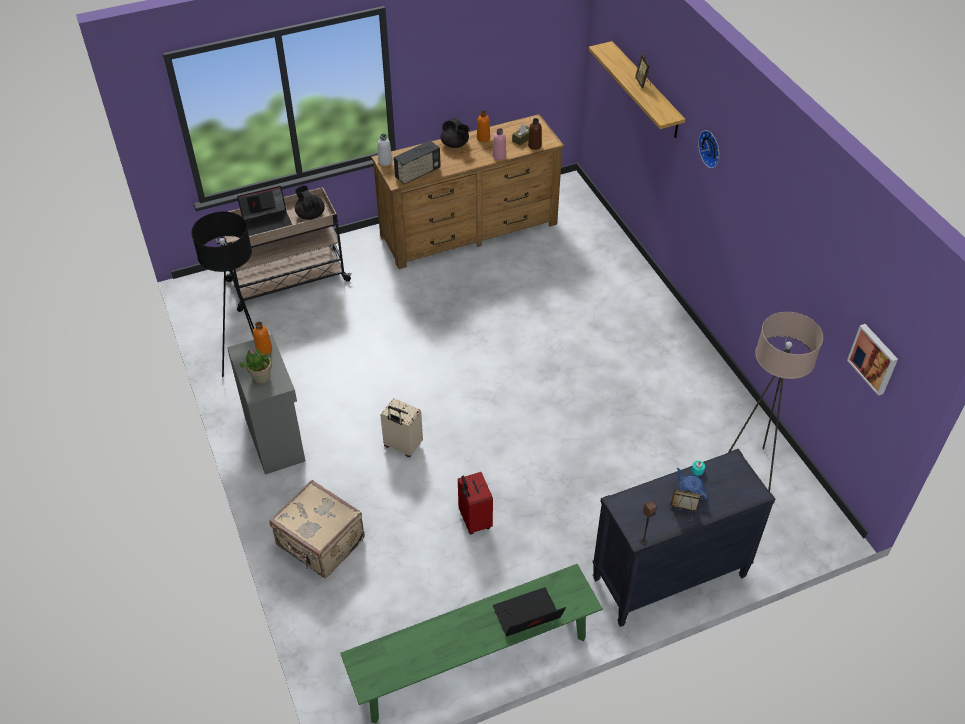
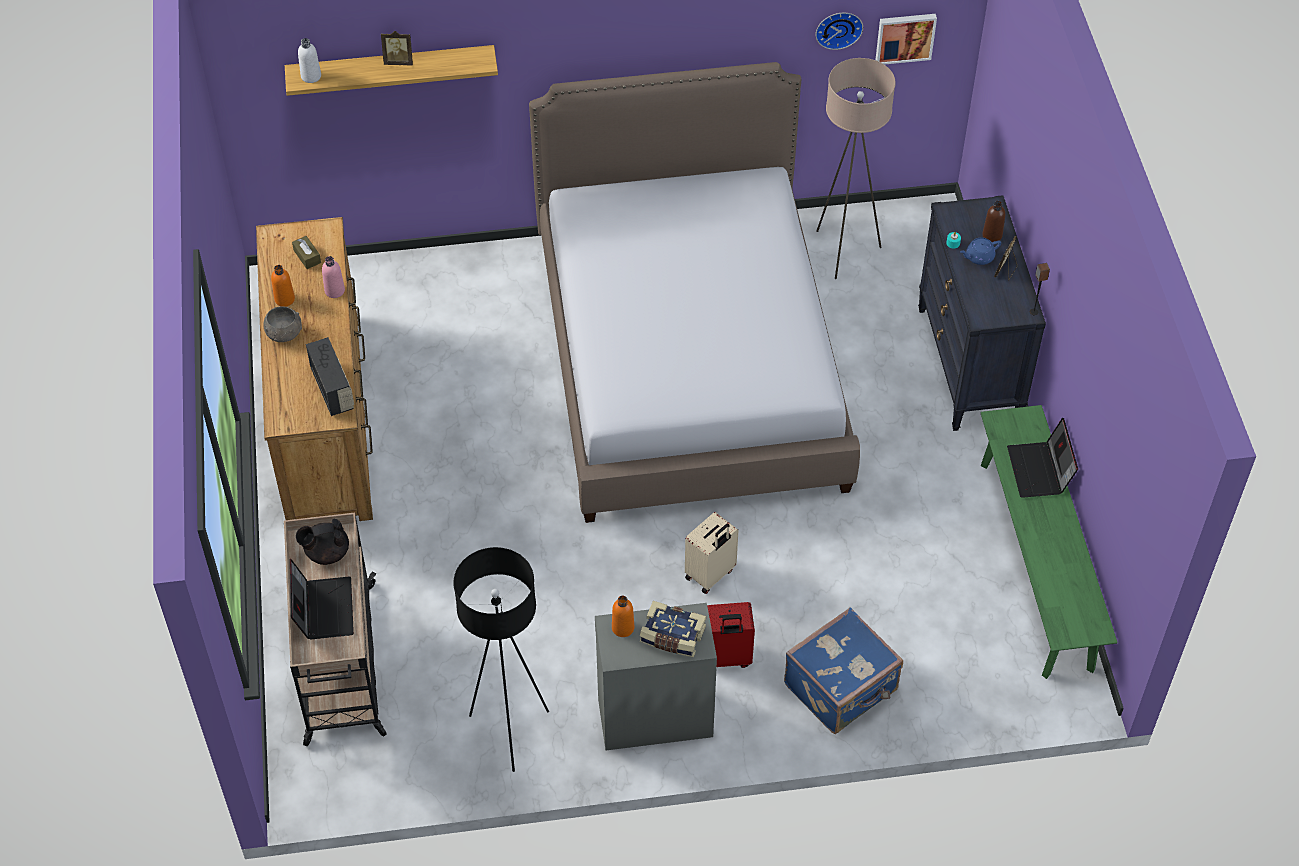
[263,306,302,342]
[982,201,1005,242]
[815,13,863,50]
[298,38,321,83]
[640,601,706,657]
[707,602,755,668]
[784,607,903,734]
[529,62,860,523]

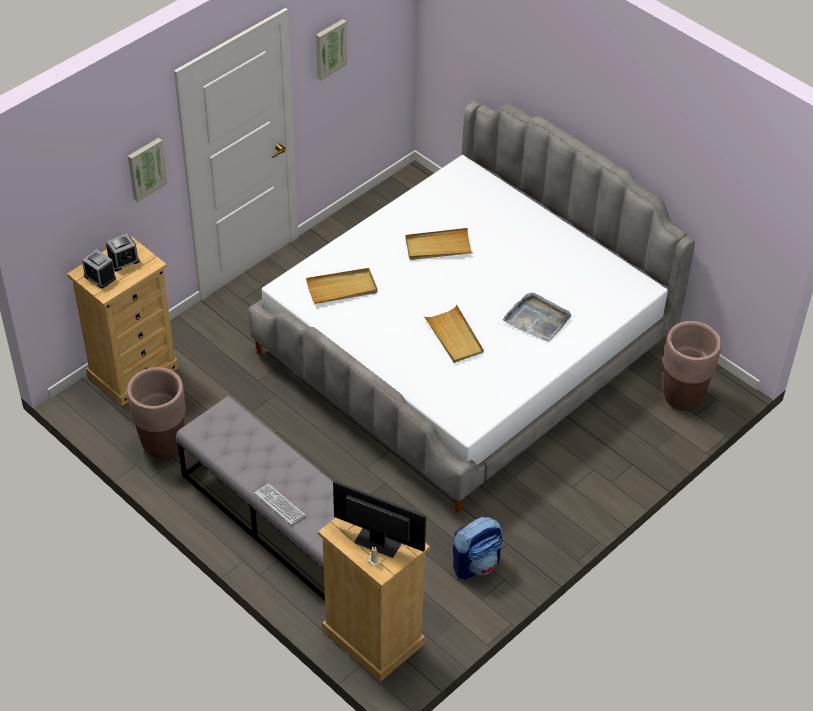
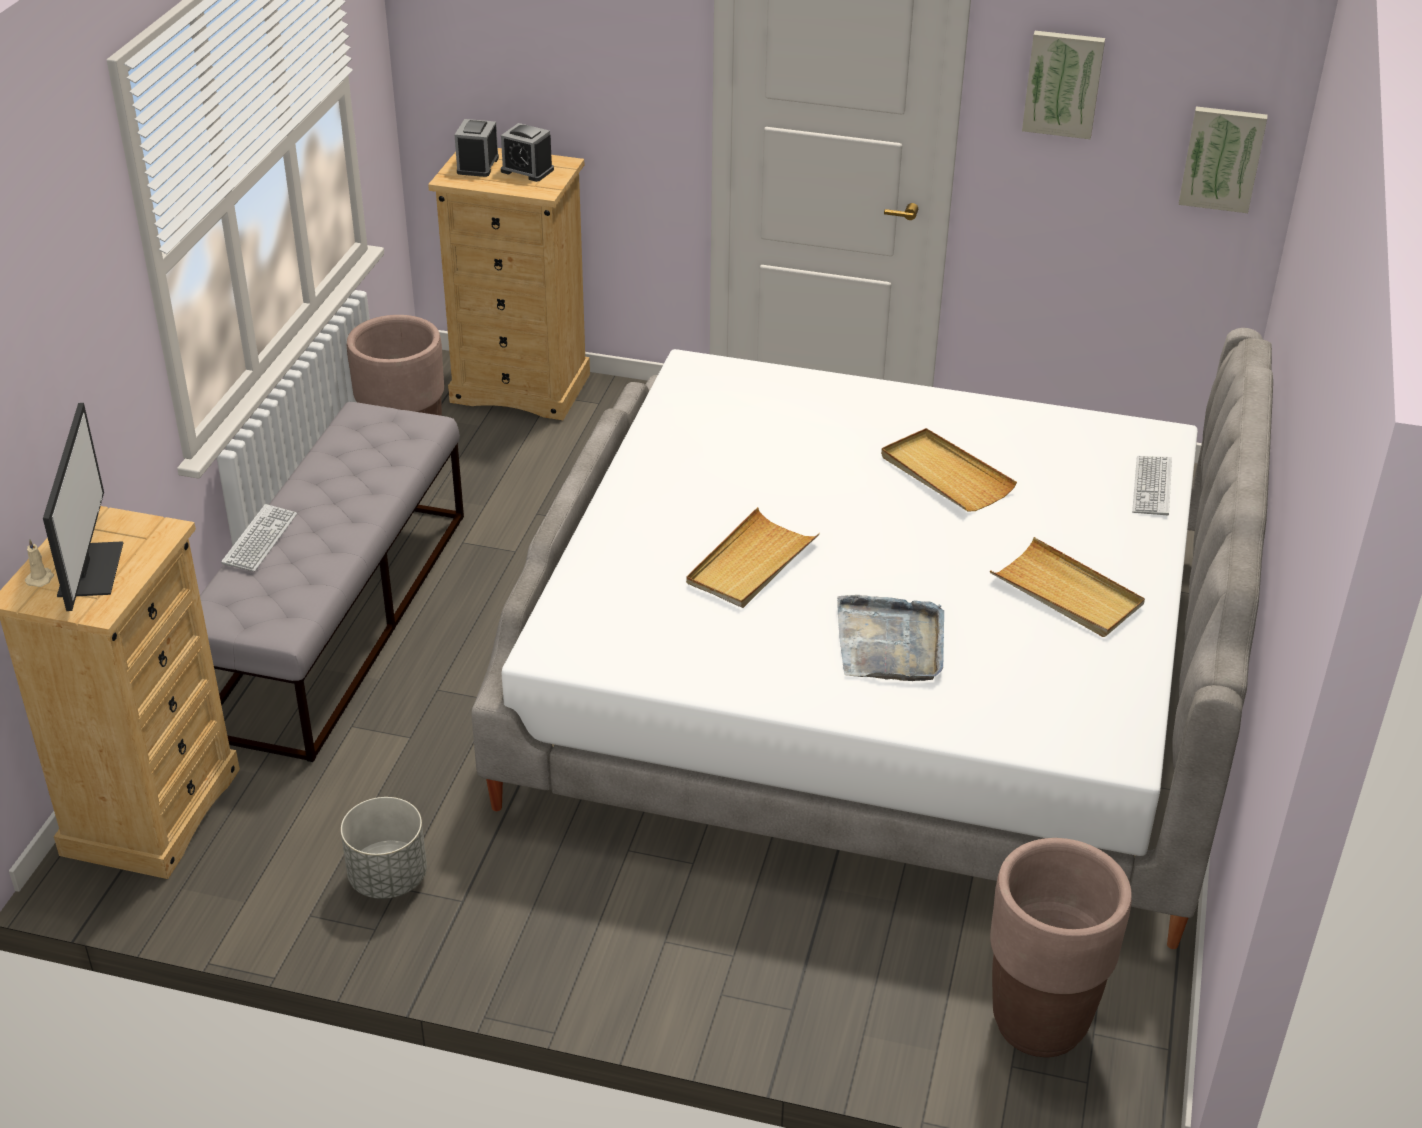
[1179,106,1268,213]
[990,537,1145,637]
[341,797,427,899]
[1132,456,1172,515]

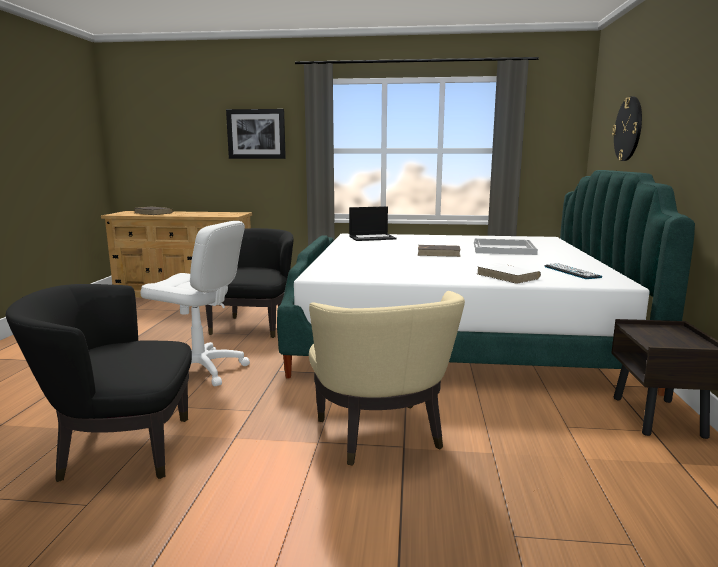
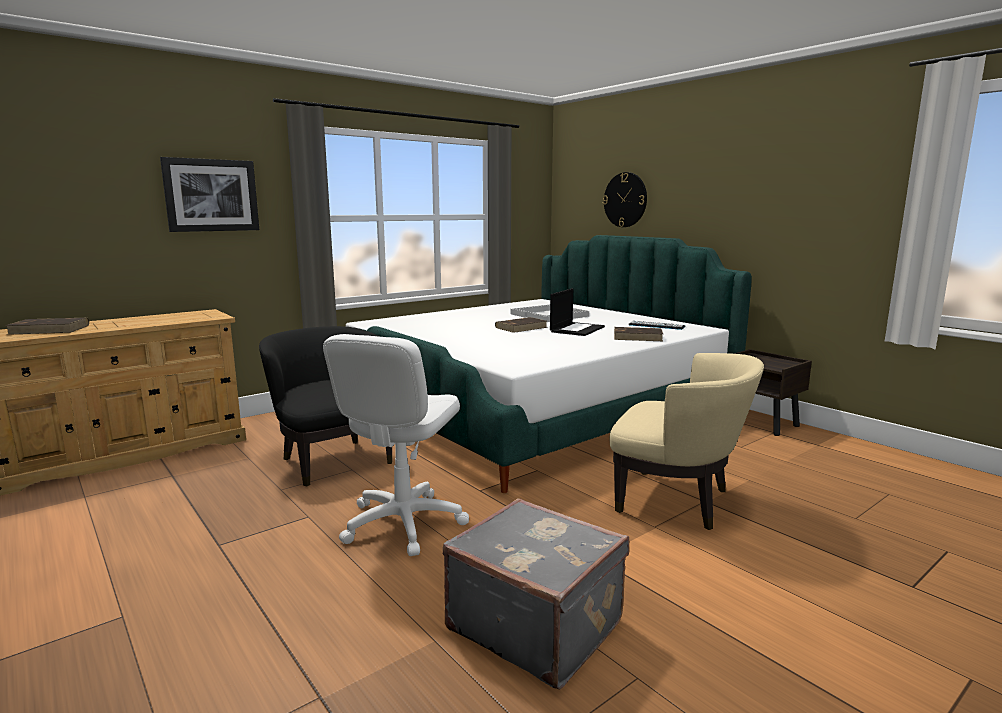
[550,288,605,336]
[323,334,469,556]
[614,327,663,341]
[443,498,629,689]

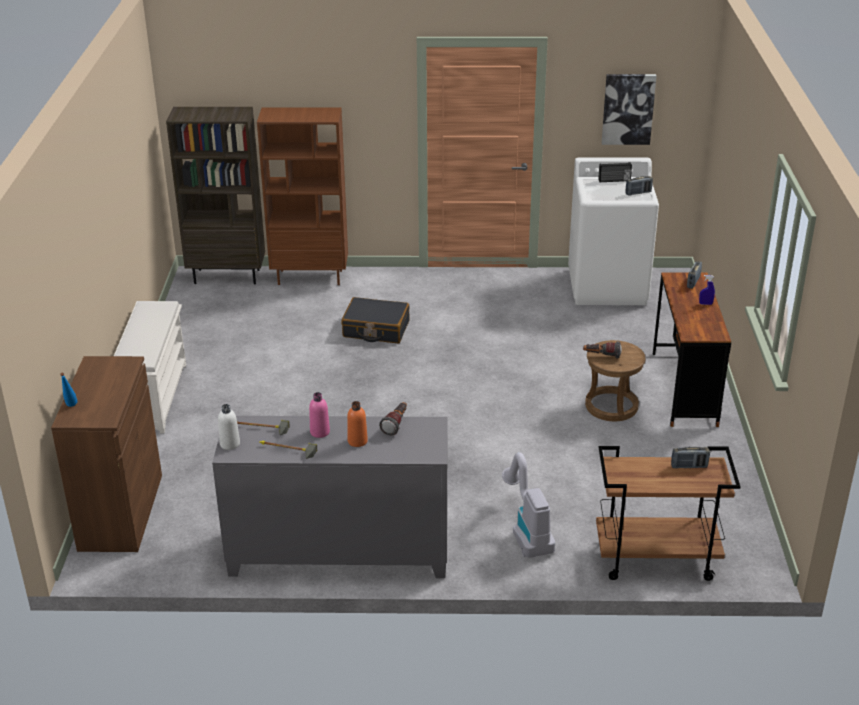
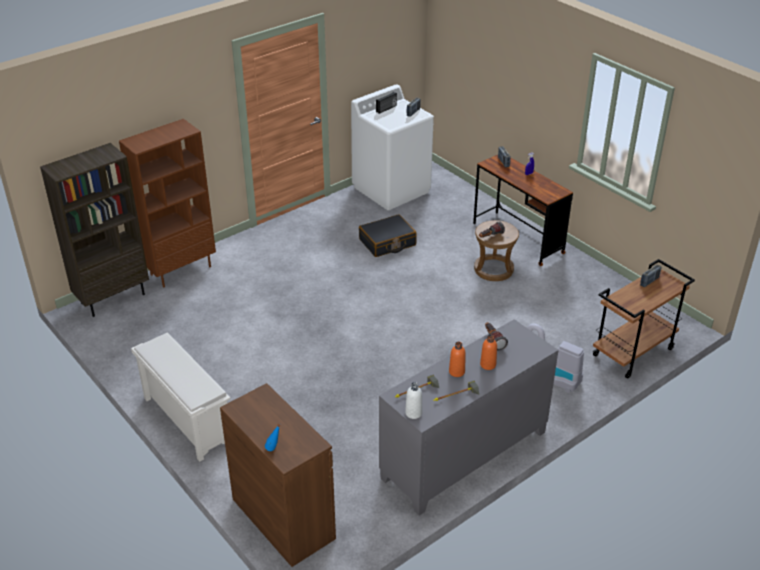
[602,74,656,145] (first image)
[359,214,417,257]
[449,342,466,377]

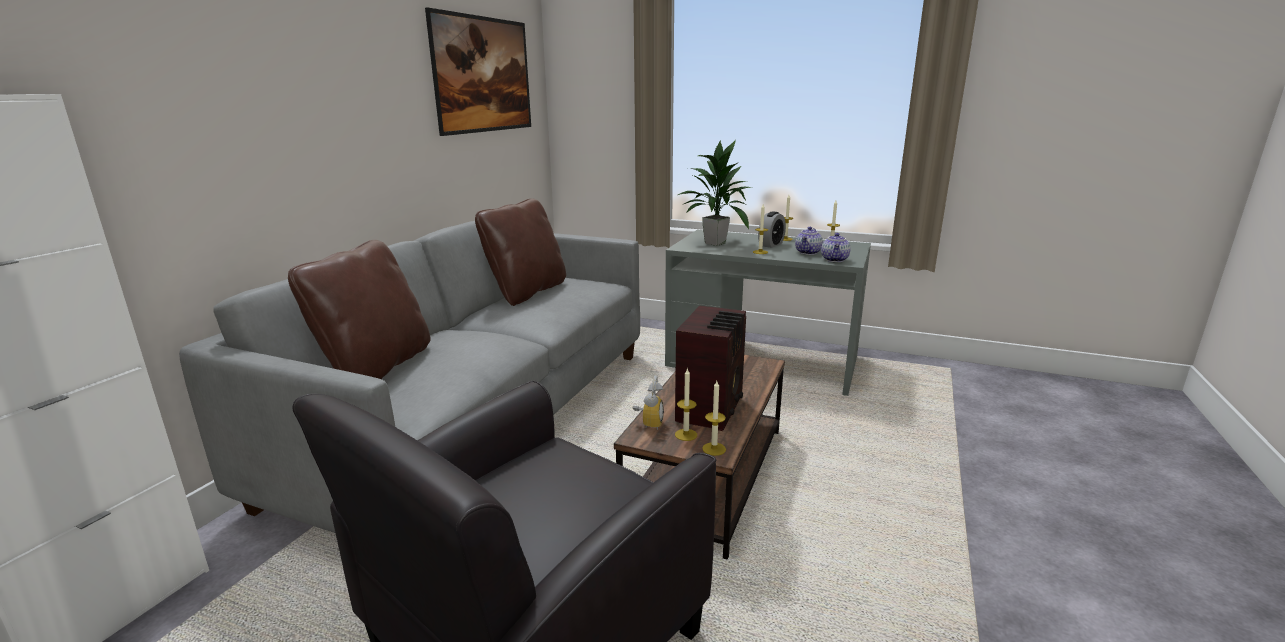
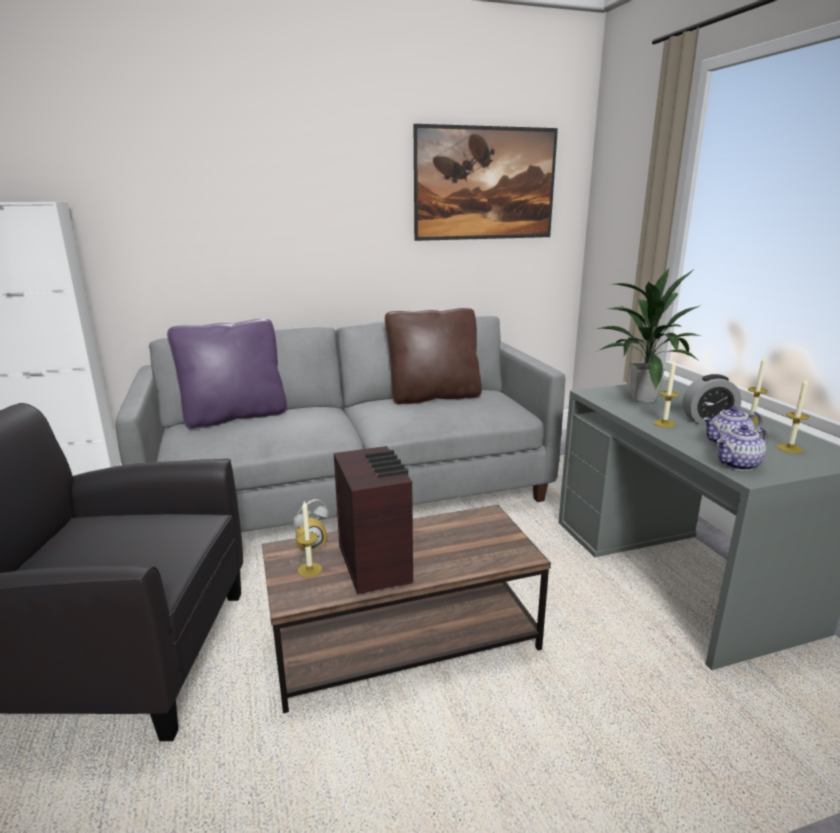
[167,319,287,429]
[334,446,413,594]
[702,381,726,456] (first image)

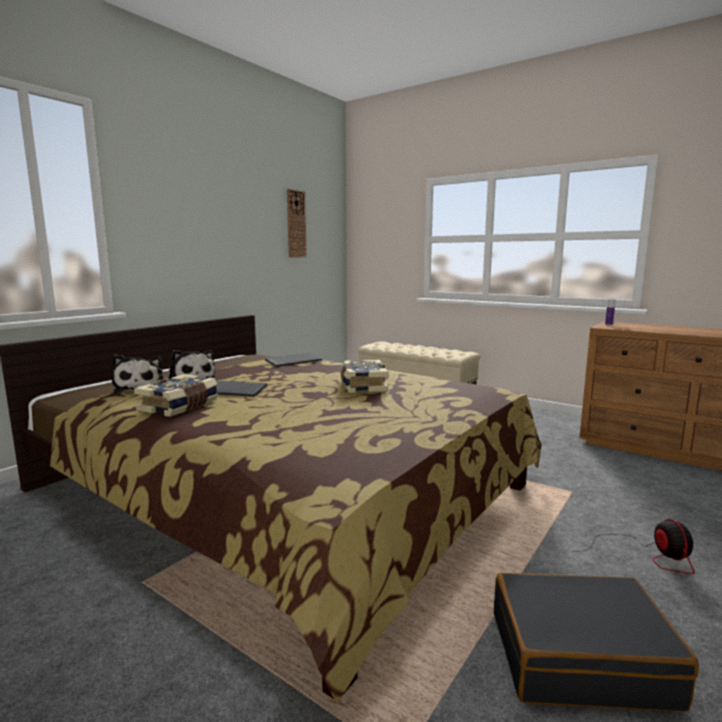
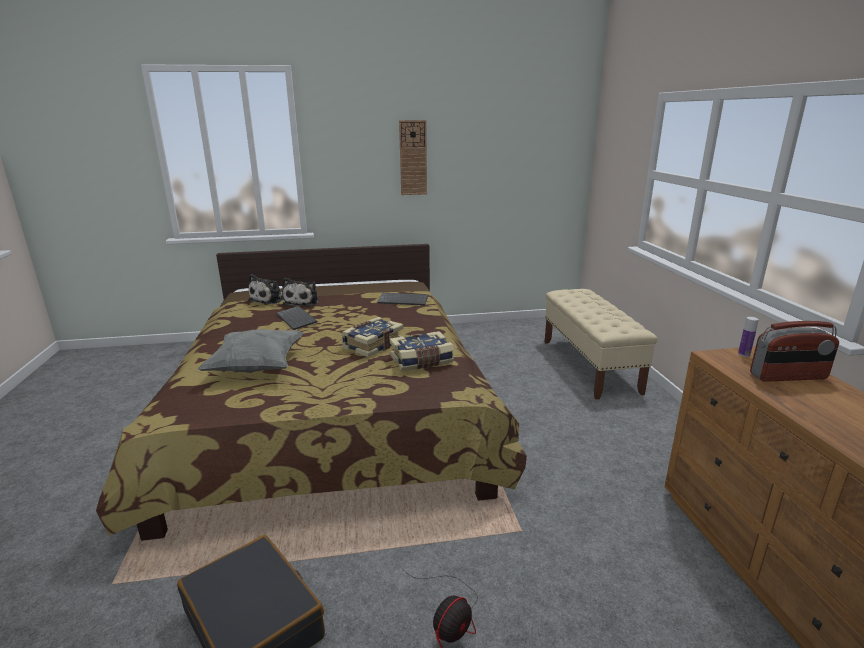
[399,120,427,195]
[390,331,454,371]
[750,321,839,382]
[197,329,304,372]

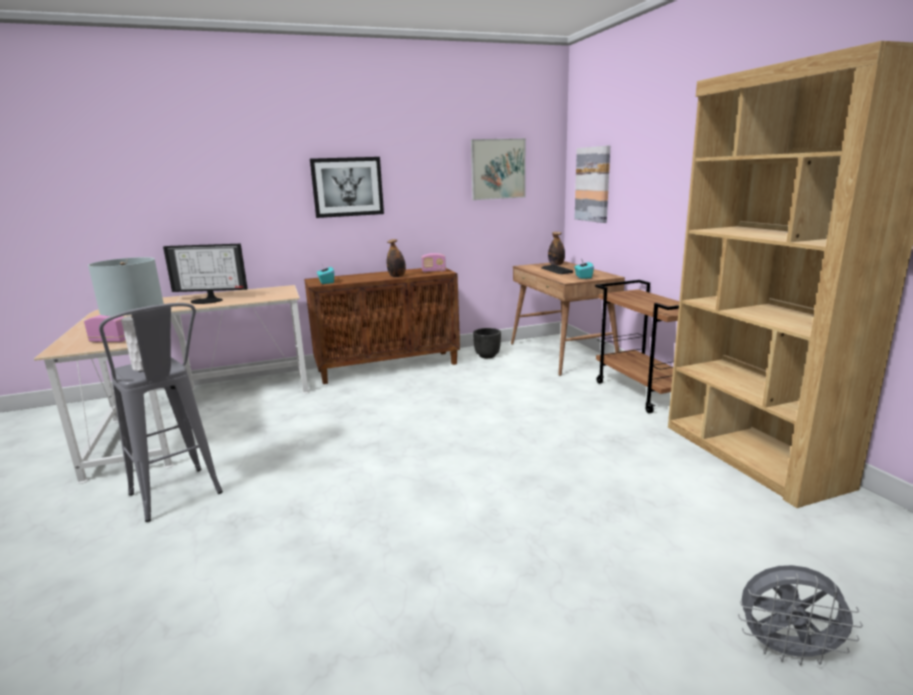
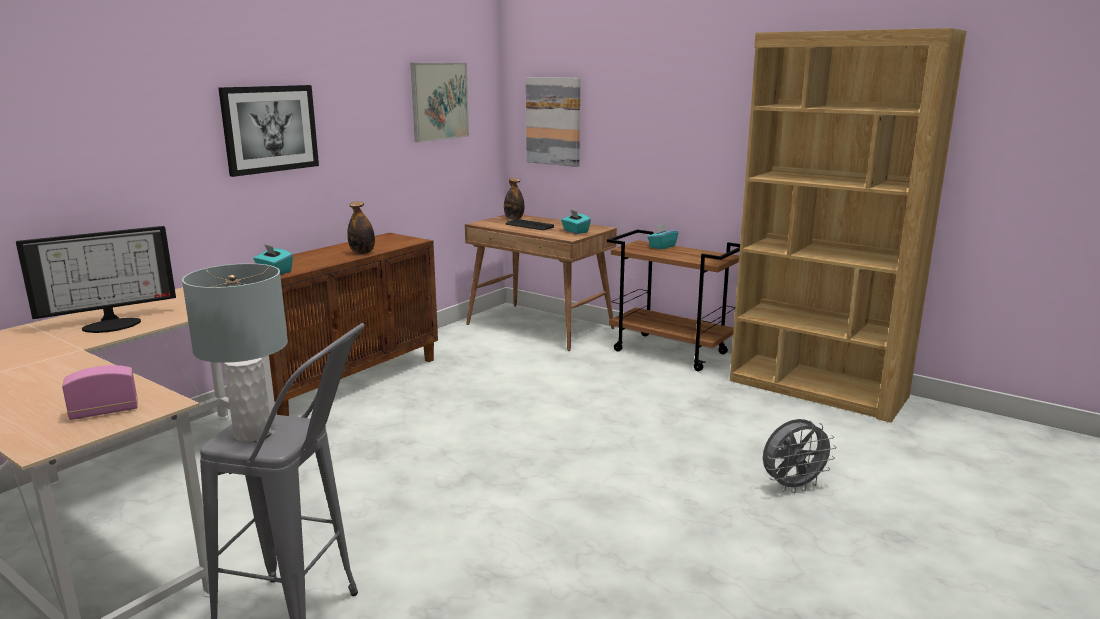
[421,253,446,272] (first image)
[473,328,501,358] (first image)
[763,419,836,493]
[648,224,678,249]

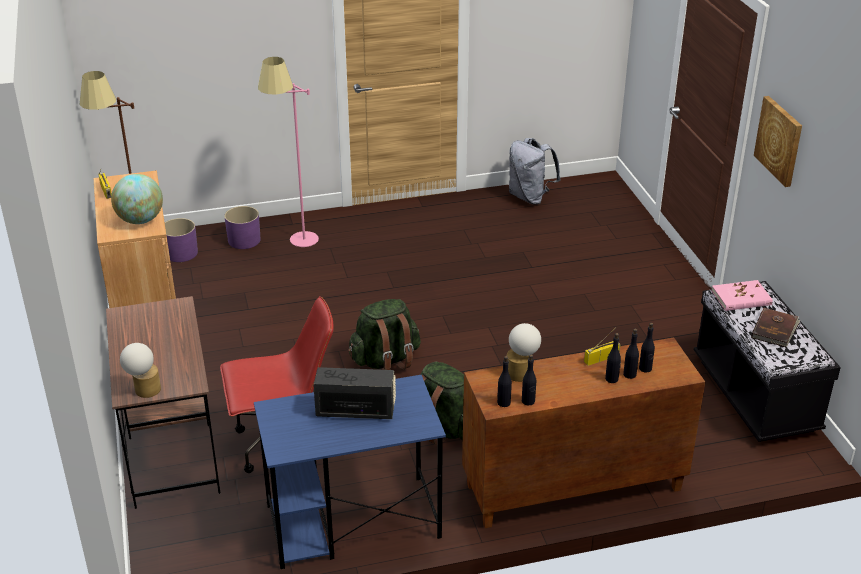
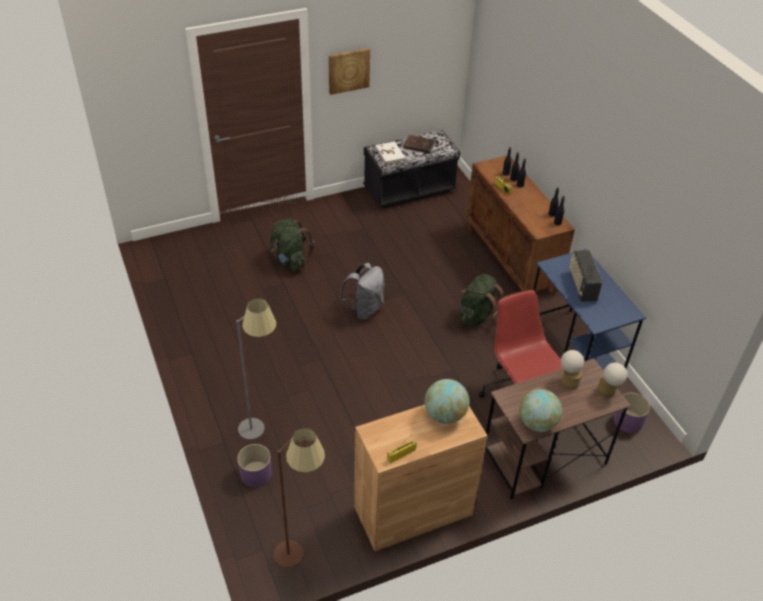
[236,298,276,439]
[339,263,385,320]
[614,393,650,433]
[375,141,406,165]
[270,218,314,271]
[561,350,584,390]
[519,389,563,432]

